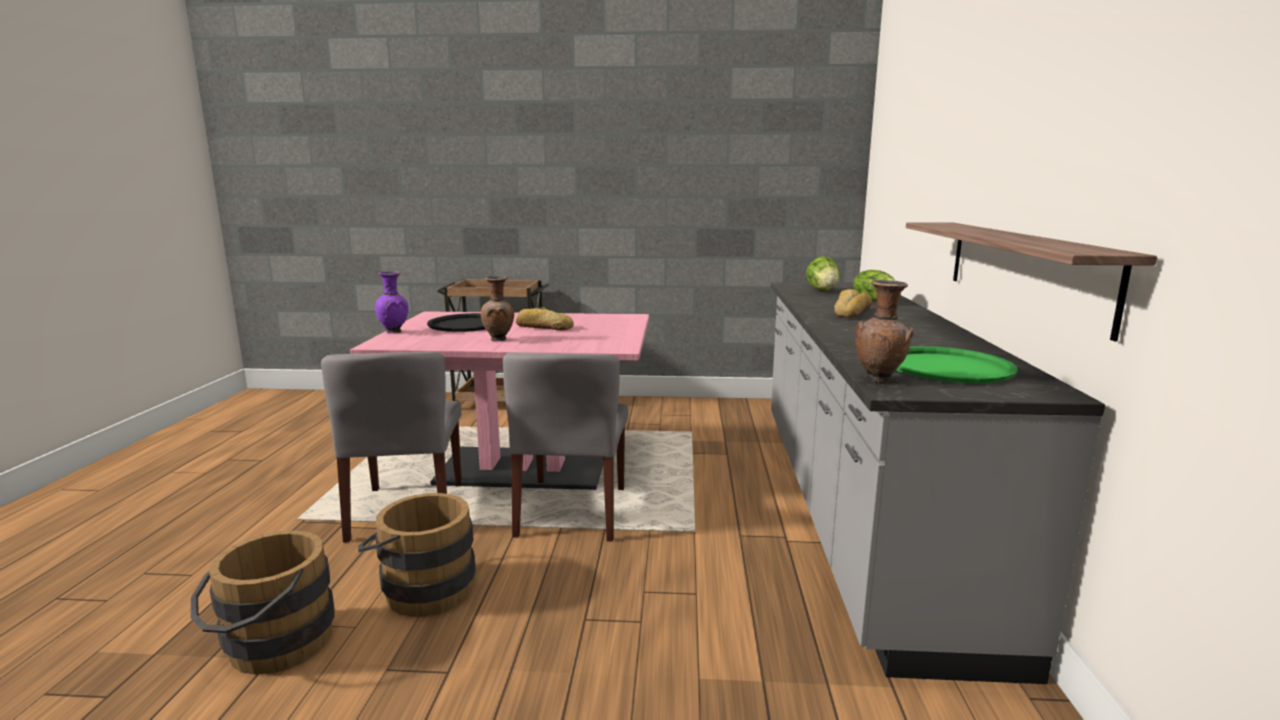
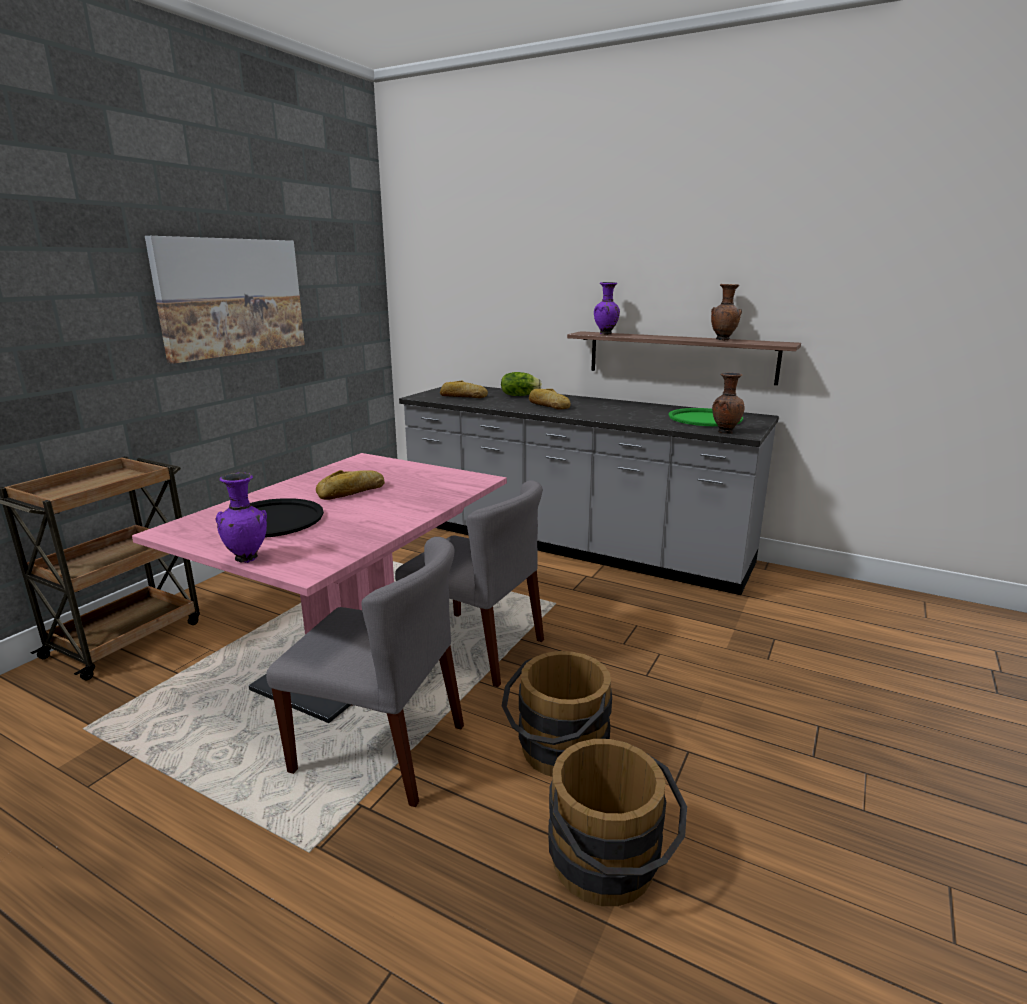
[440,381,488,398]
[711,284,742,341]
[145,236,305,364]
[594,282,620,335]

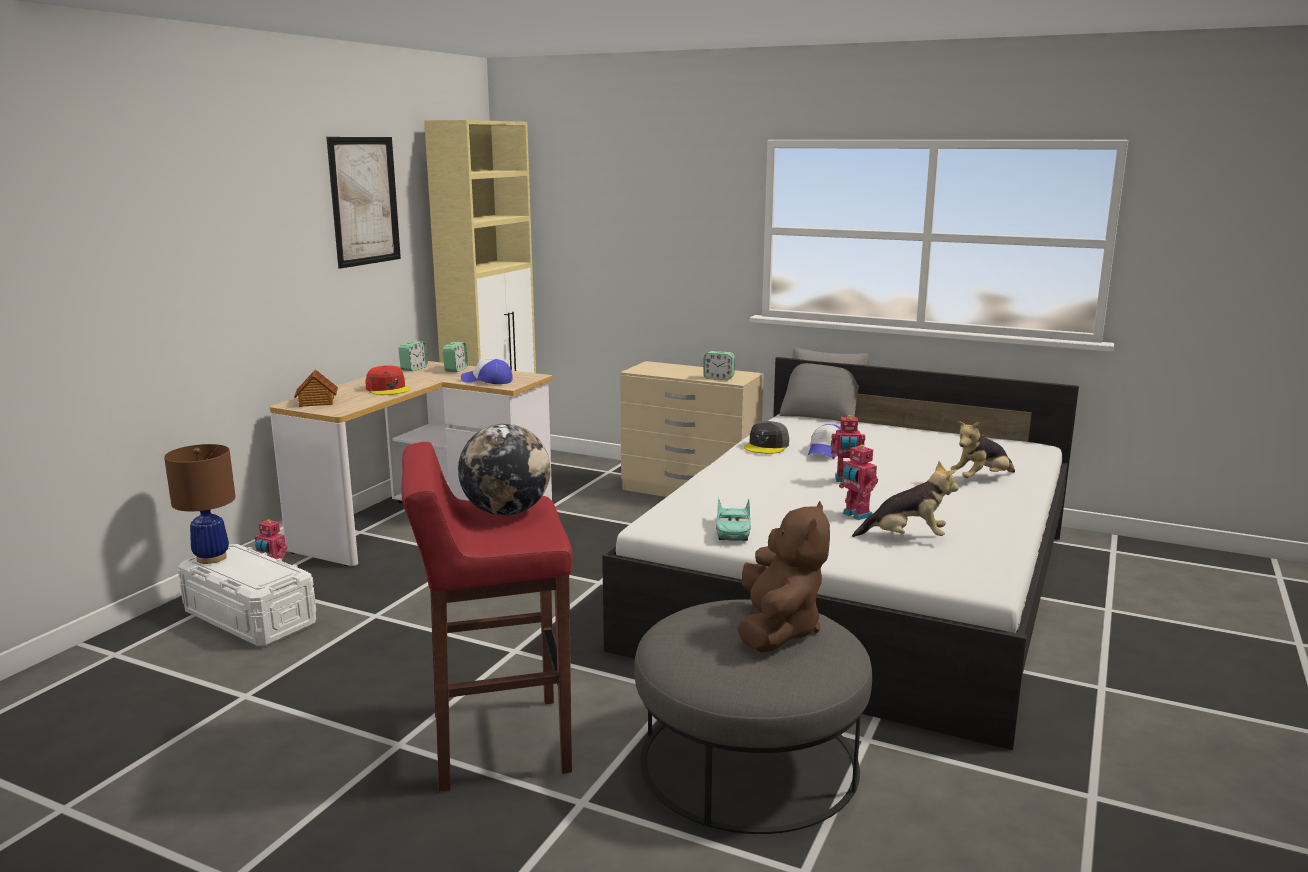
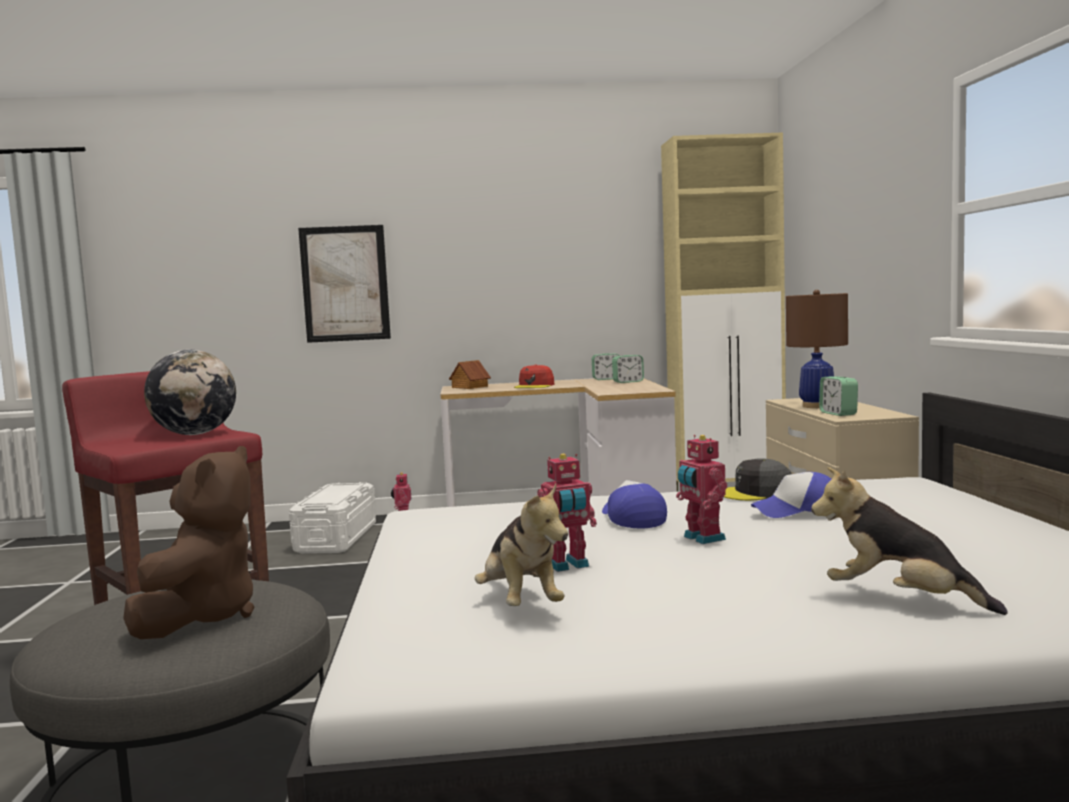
[298,225,391,343]
[779,348,868,421] (first image)
[602,480,667,529]
[786,290,848,408]
[537,454,597,572]
[716,498,751,541] (first image)
[123,446,255,639]

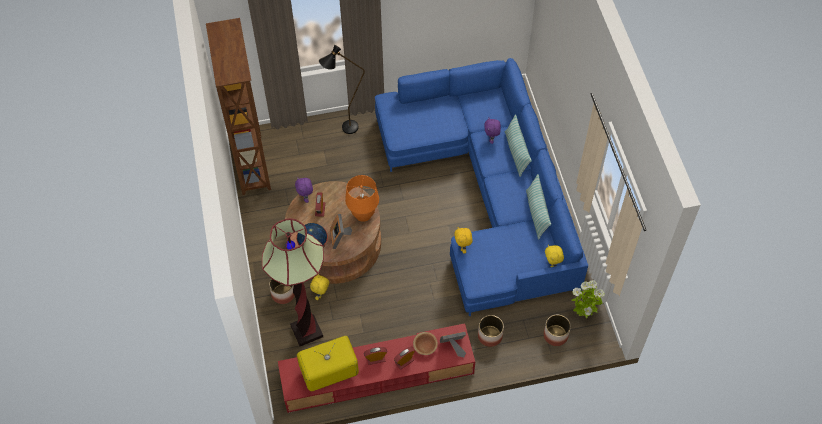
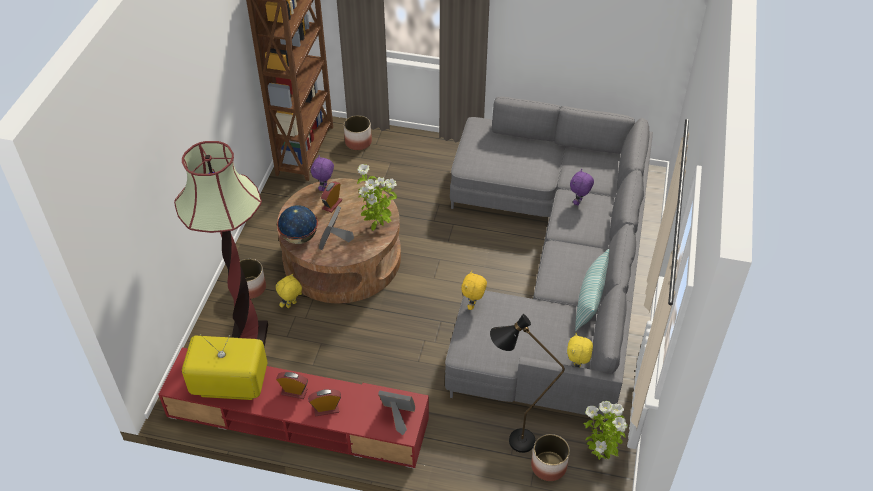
[490,314,565,453]
[445,96,653,420]
[505,114,532,177] (first image)
[357,164,397,231]
[344,115,372,150]
[413,332,438,355] (first image)

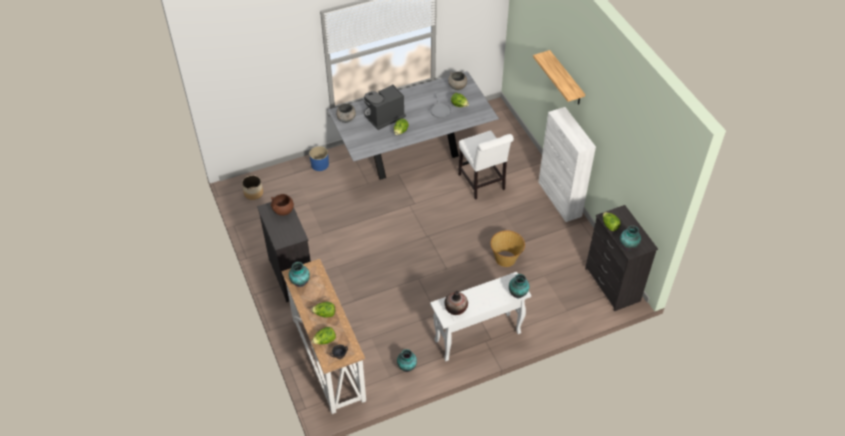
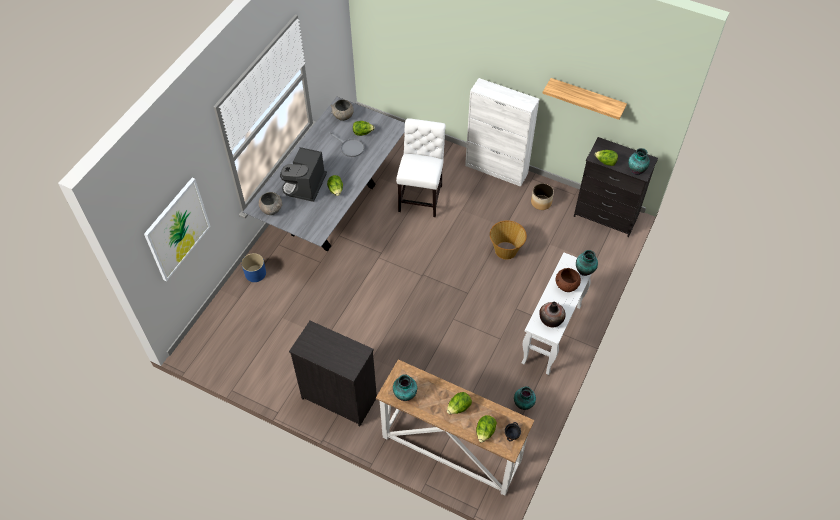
[543,78,627,120]
[396,118,446,217]
[531,183,554,210]
[555,268,581,292]
[144,178,211,281]

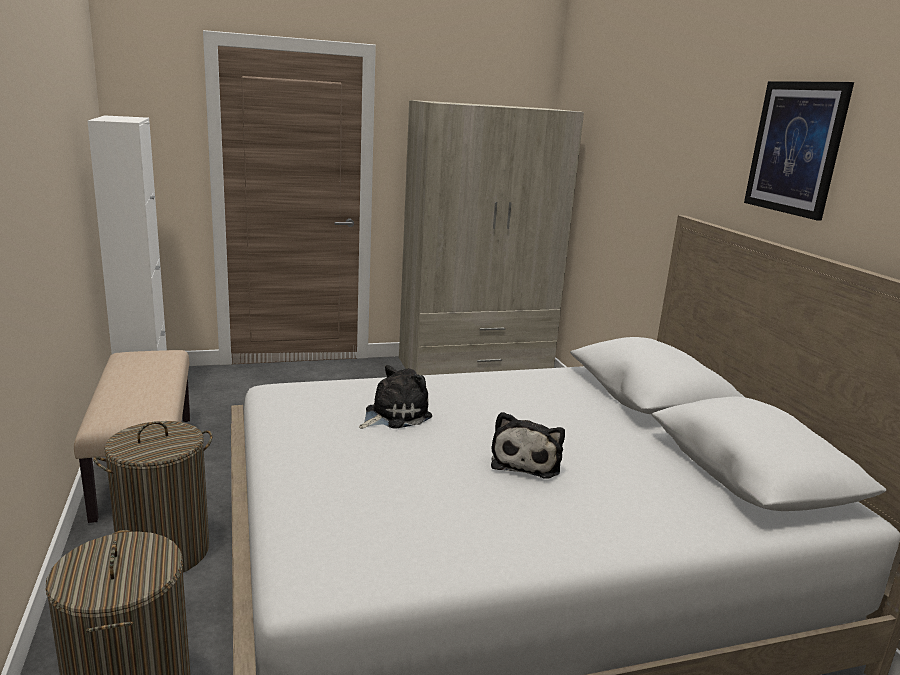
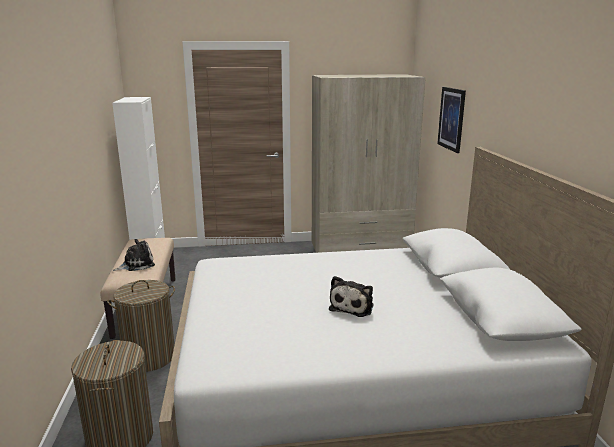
[437,87,466,153]
[113,239,155,271]

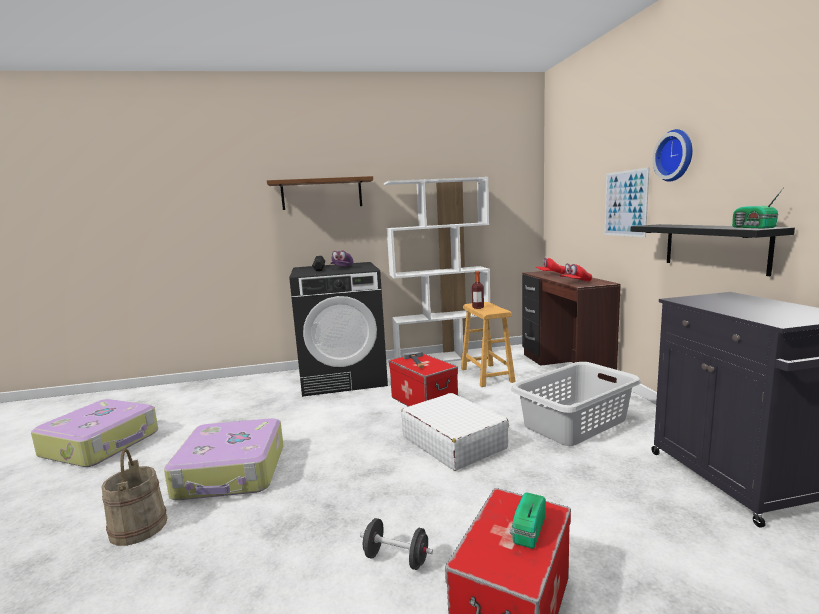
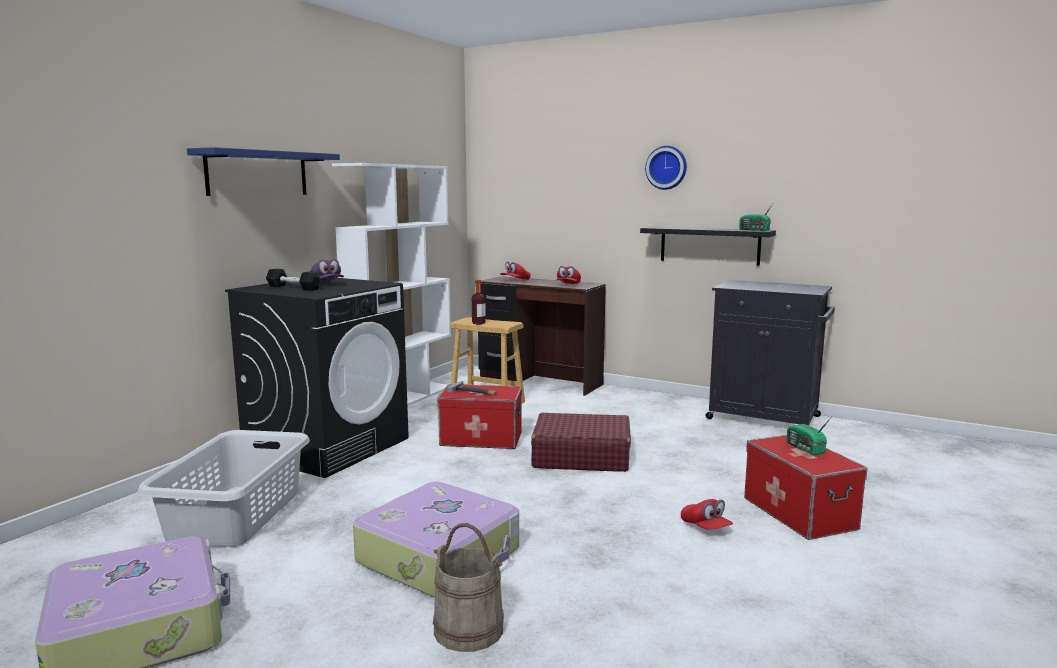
[604,167,650,237] (first image)
[187,147,340,196]
[137,430,310,547]
[531,413,631,472]
[681,499,733,530]

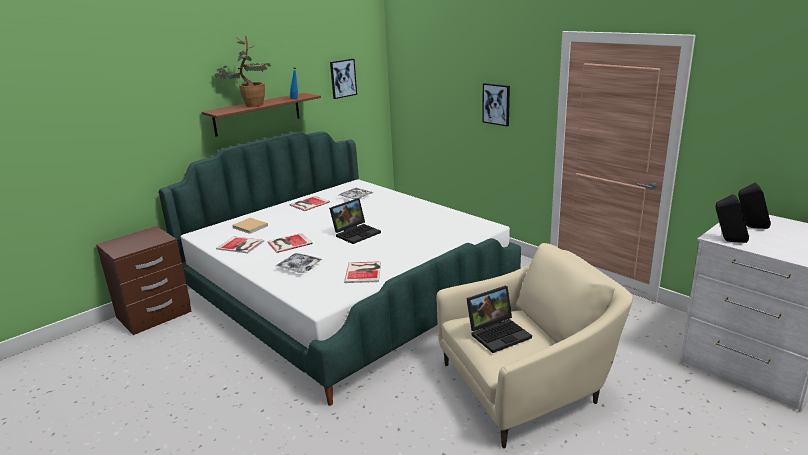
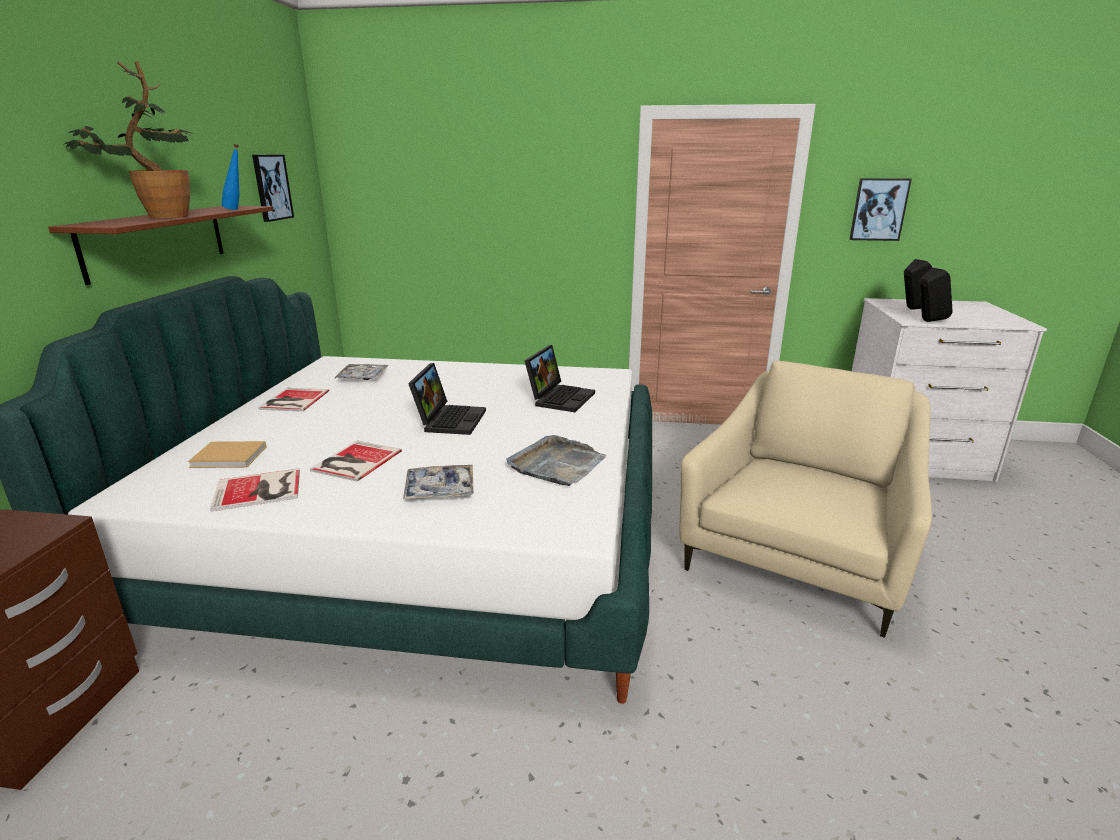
[849,178,912,241]
[506,435,607,486]
[524,345,595,412]

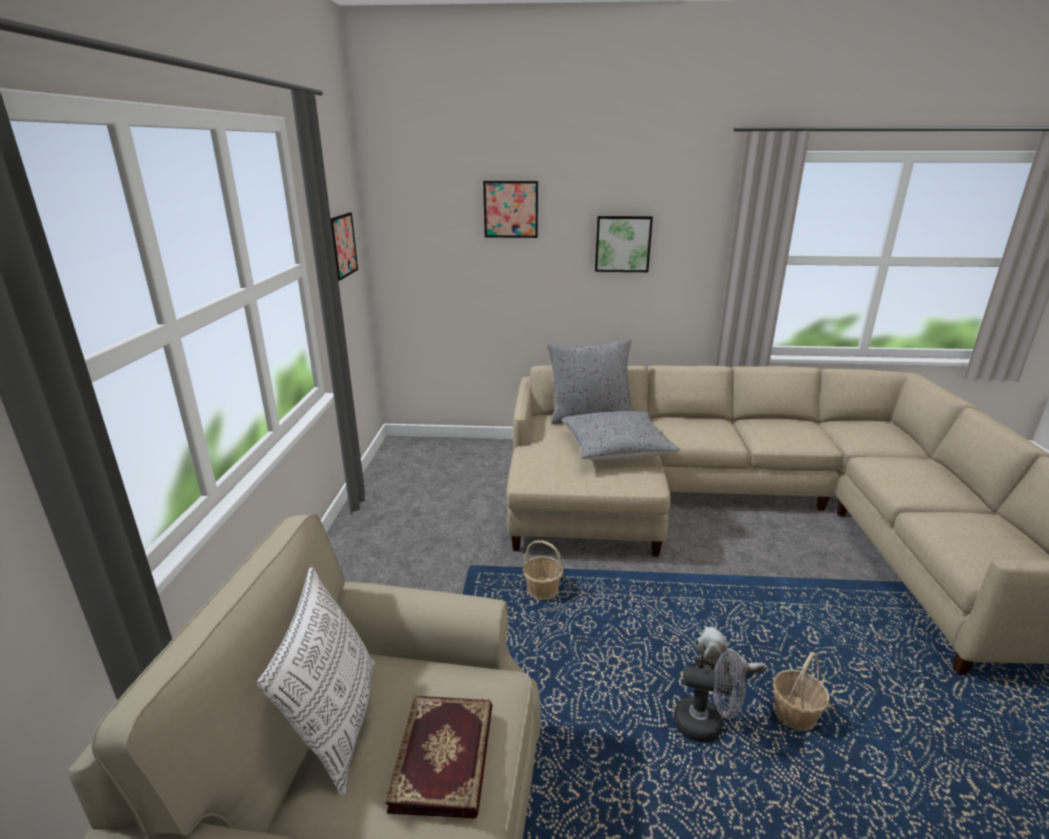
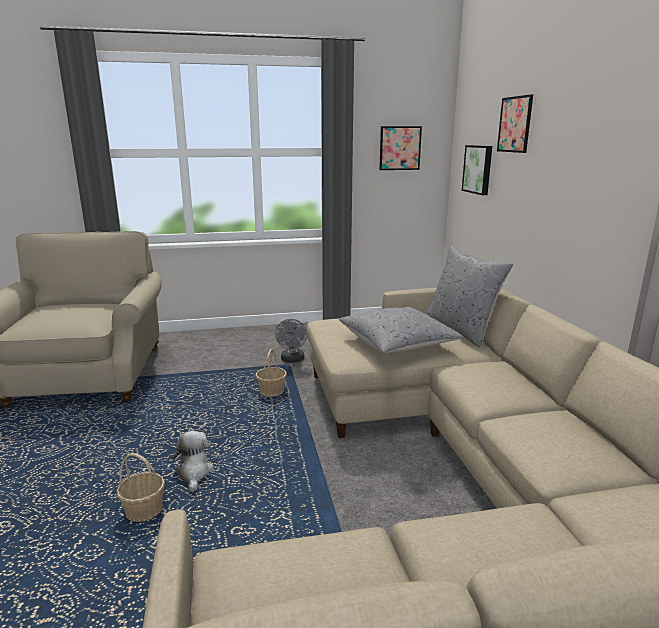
[462,145,492,195]
[257,567,375,796] (first image)
[275,319,307,363]
[385,696,492,819] (first image)

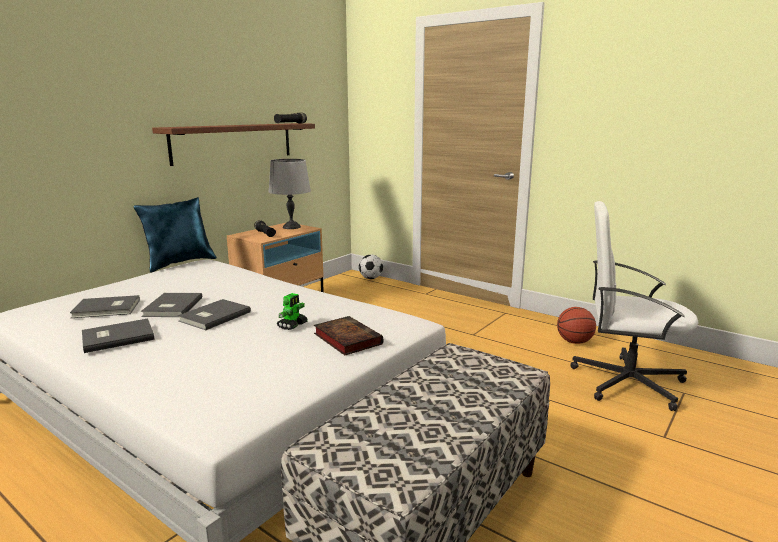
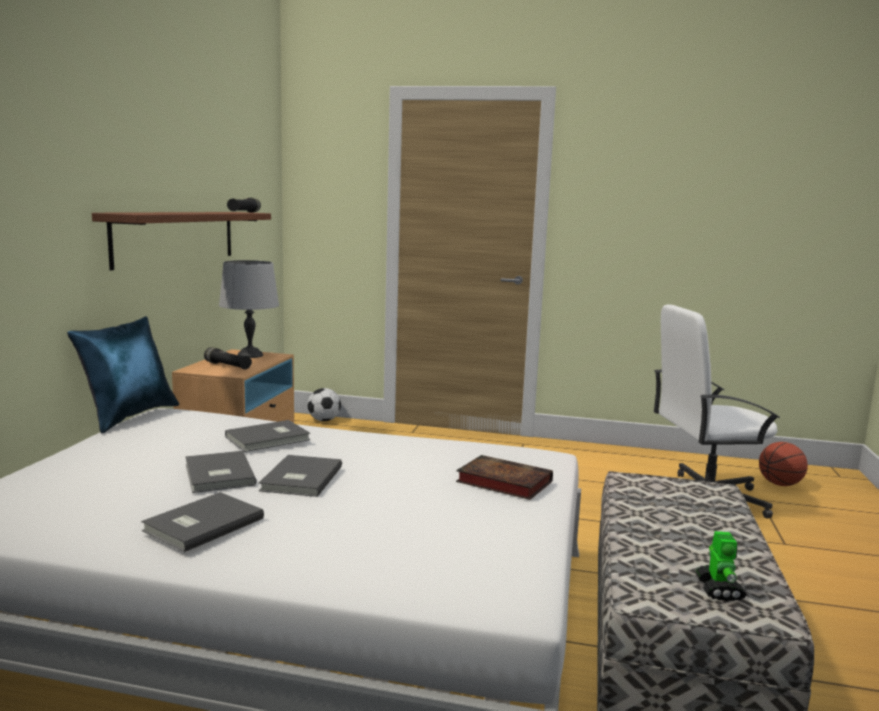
[696,531,746,601]
[225,420,310,452]
[759,442,808,486]

